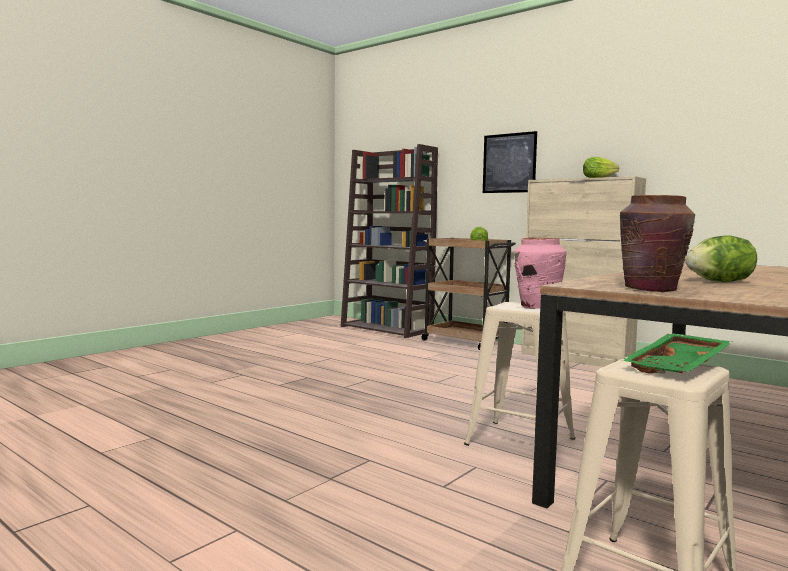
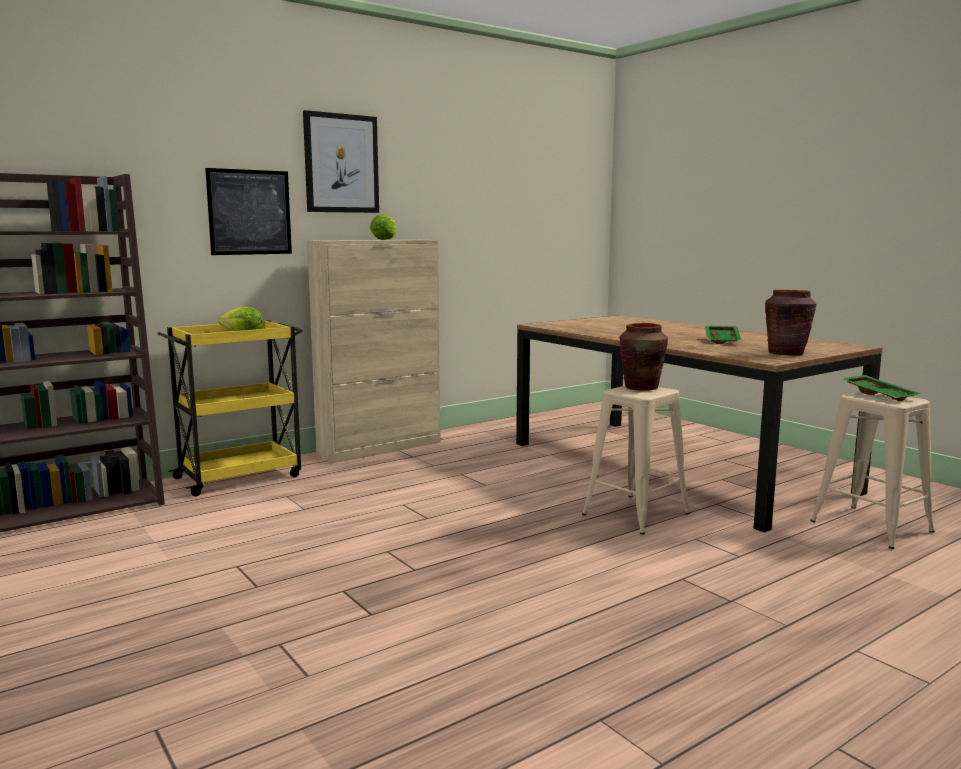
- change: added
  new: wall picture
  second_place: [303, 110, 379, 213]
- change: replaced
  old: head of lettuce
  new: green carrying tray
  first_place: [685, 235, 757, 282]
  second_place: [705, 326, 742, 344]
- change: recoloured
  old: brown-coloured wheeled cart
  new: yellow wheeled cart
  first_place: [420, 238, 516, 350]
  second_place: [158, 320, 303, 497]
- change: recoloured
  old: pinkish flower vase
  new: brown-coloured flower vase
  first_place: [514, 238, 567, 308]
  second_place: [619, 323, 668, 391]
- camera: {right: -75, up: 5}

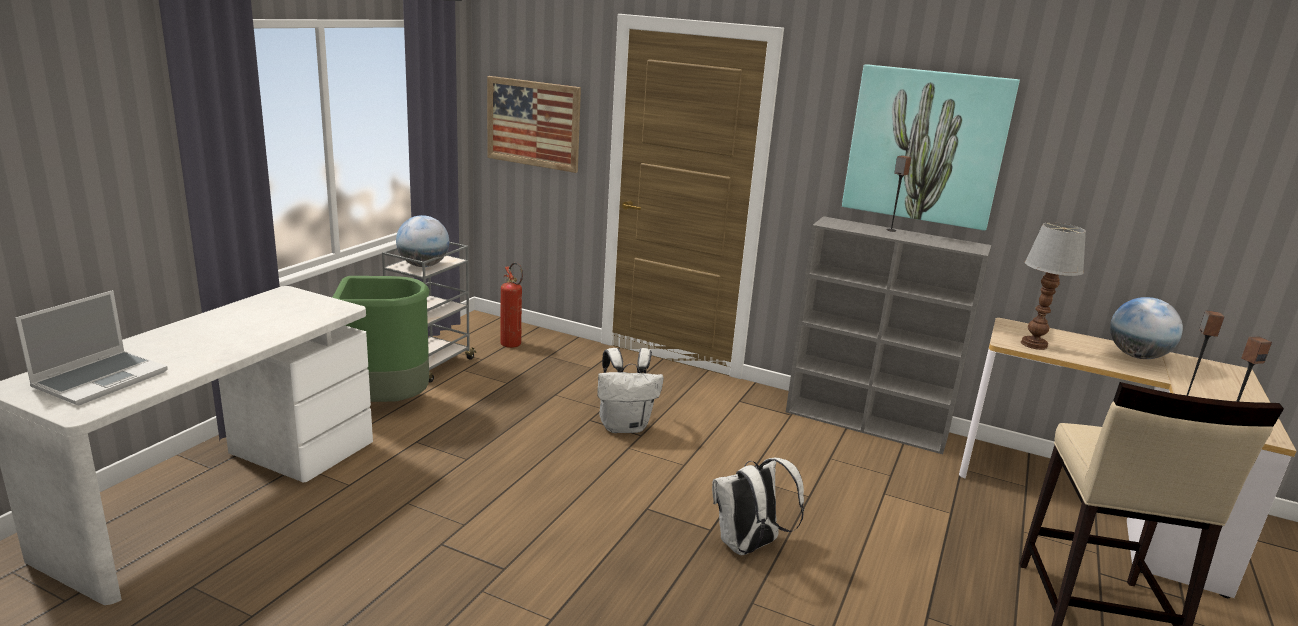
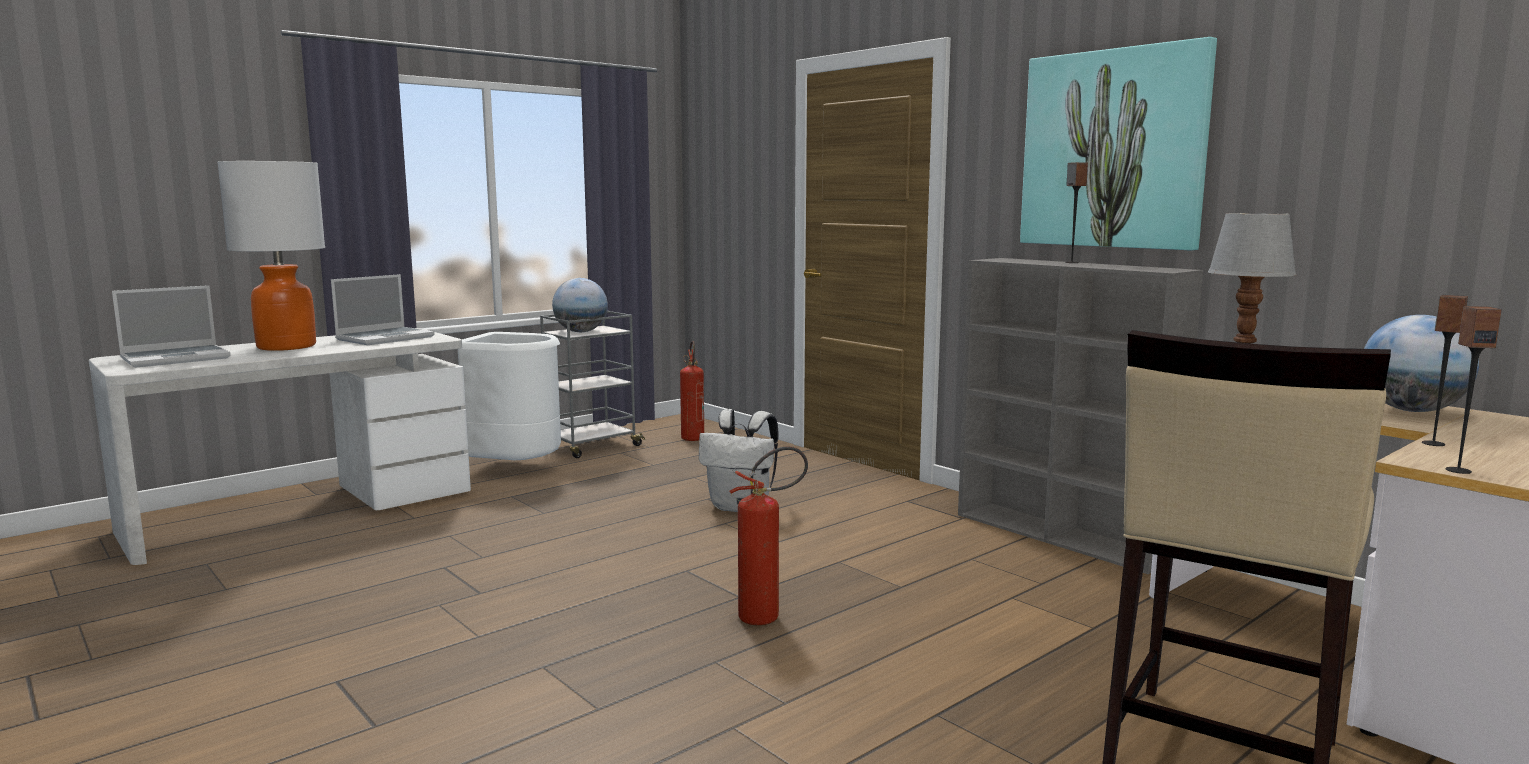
- change: removed
  old: wall picture
  first_place: [487, 76, 581, 173]
- change: added
  new: table lamp
  second_place: [217, 161, 325, 351]
- change: added
  new: notebook computer
  second_place: [331, 274, 434, 345]
- change: replaced
  old: white-coloured backpack
  new: extinguisher
  first_place: [712, 458, 804, 555]
  second_place: [730, 446, 808, 625]
- change: recoloured
  old: green waste bin
  new: white-coloured waste bin
  first_place: [332, 276, 430, 402]
  second_place: [458, 332, 561, 460]
- camera: {right: 25, up: -10}

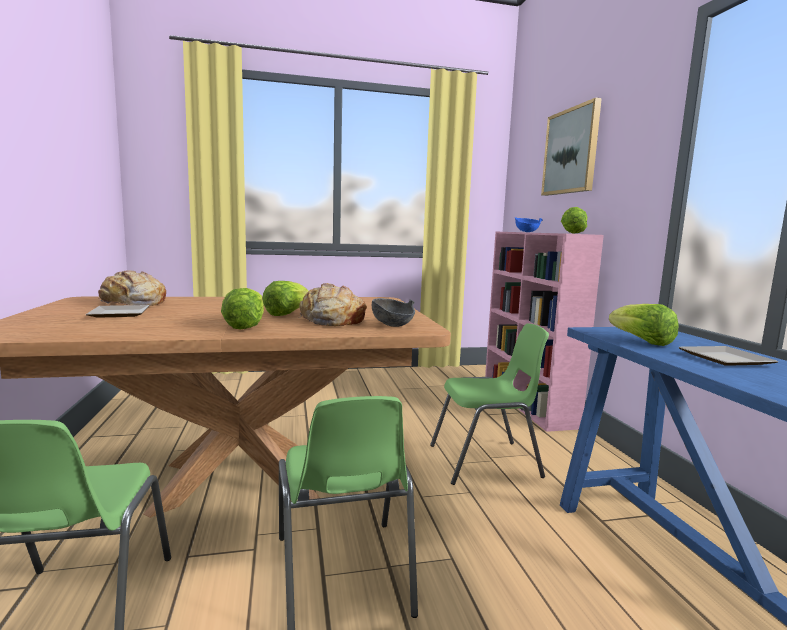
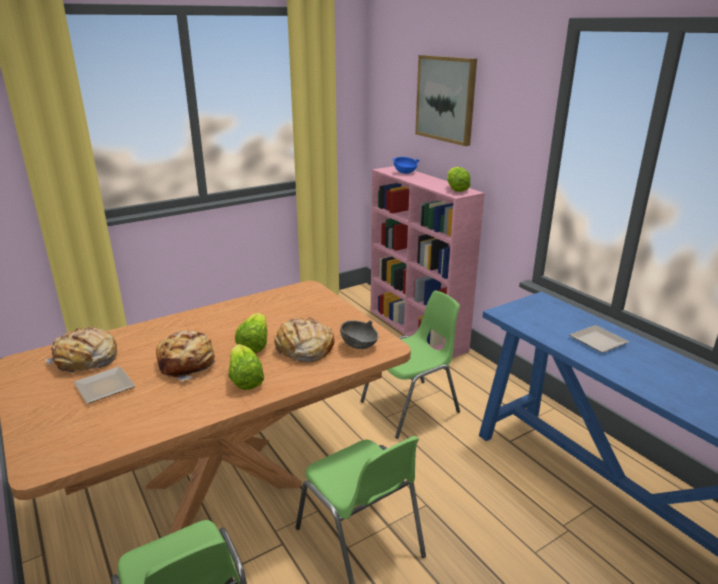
- change: removed
  old: head of lettuce
  first_place: [609, 304, 679, 346]
- change: added
  new: baked bread
  second_place: [156, 330, 217, 381]
- camera: {right: -20, up: 15}

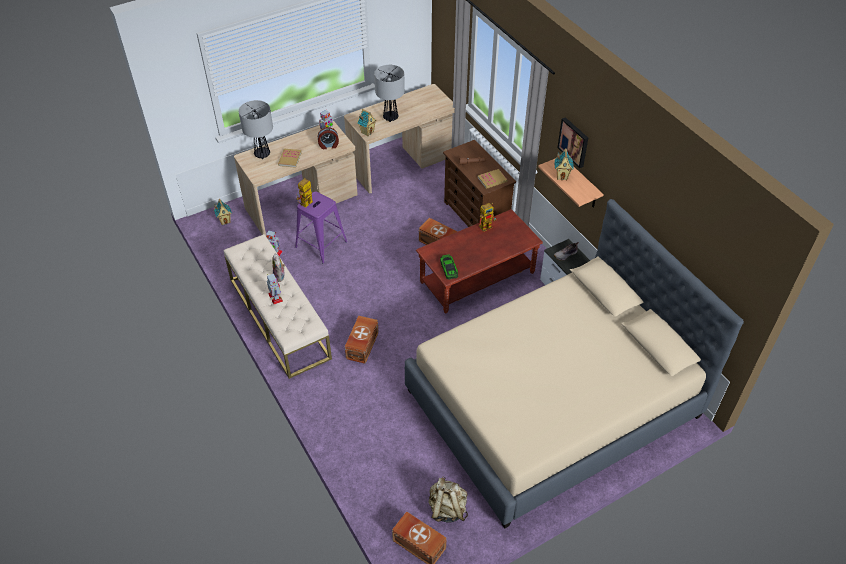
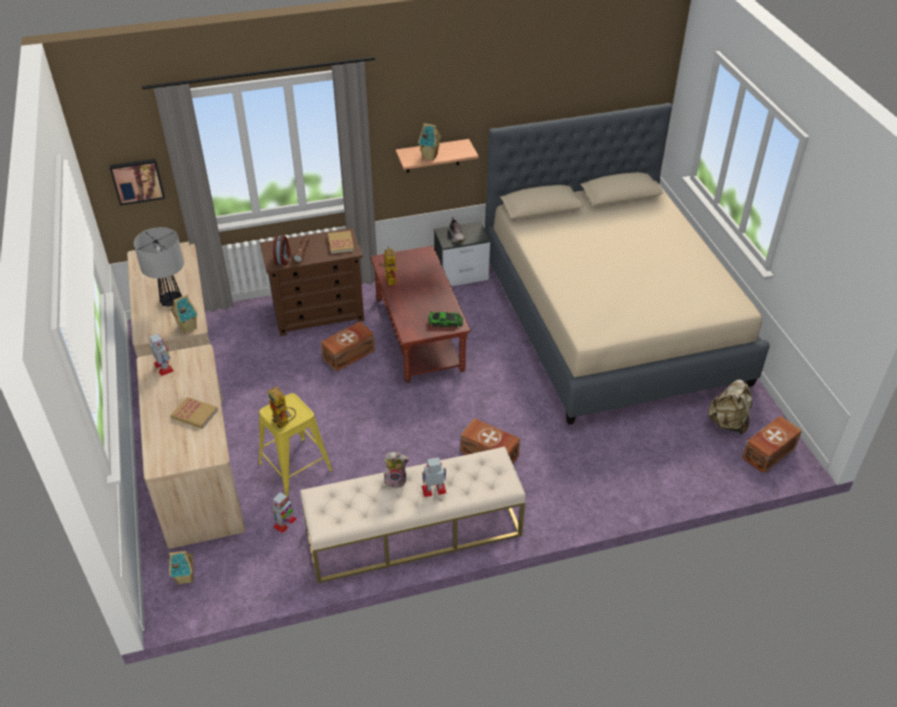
- change: removed
  old: table lamp
  first_place: [239, 100, 273, 159]
- change: moved
  old: bedside clock
  first_place: [318, 127, 339, 149]
  second_place: [273, 235, 291, 265]
- change: moved
  old: wall picture
  first_place: [557, 117, 588, 168]
  second_place: [110, 159, 165, 205]
- change: recoloured
  old: purple sitting stool
  new: yellow sitting stool
  first_place: [295, 191, 347, 263]
  second_place: [259, 393, 333, 497]
- camera: {right: -75, up: -5}

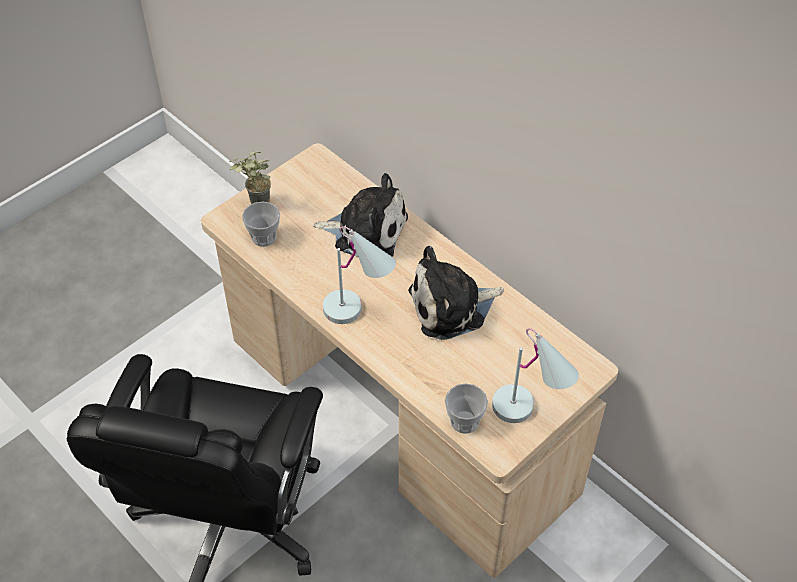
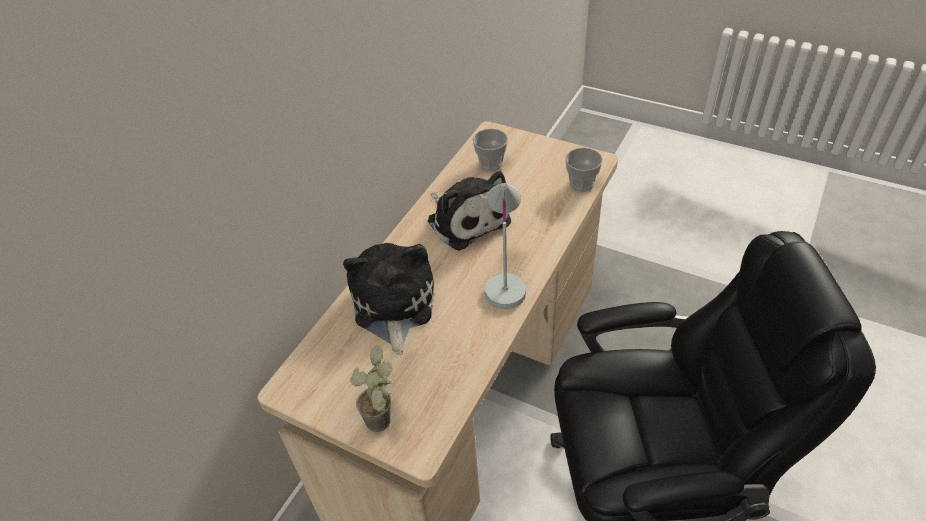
- change: removed
  old: white-coloured table lamp
  first_place: [492, 328, 579, 423]
- change: moved
  old: small cup
  first_place: [242, 202, 280, 247]
  second_place: [473, 129, 508, 171]
- camera: {right: -105, up: -5}

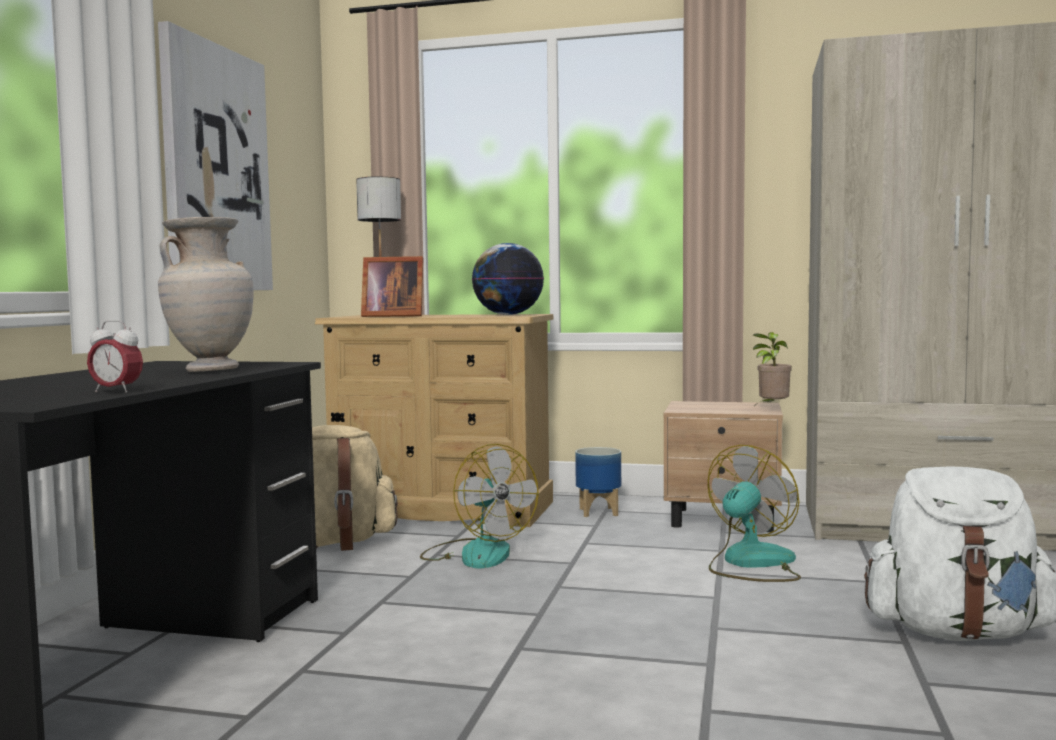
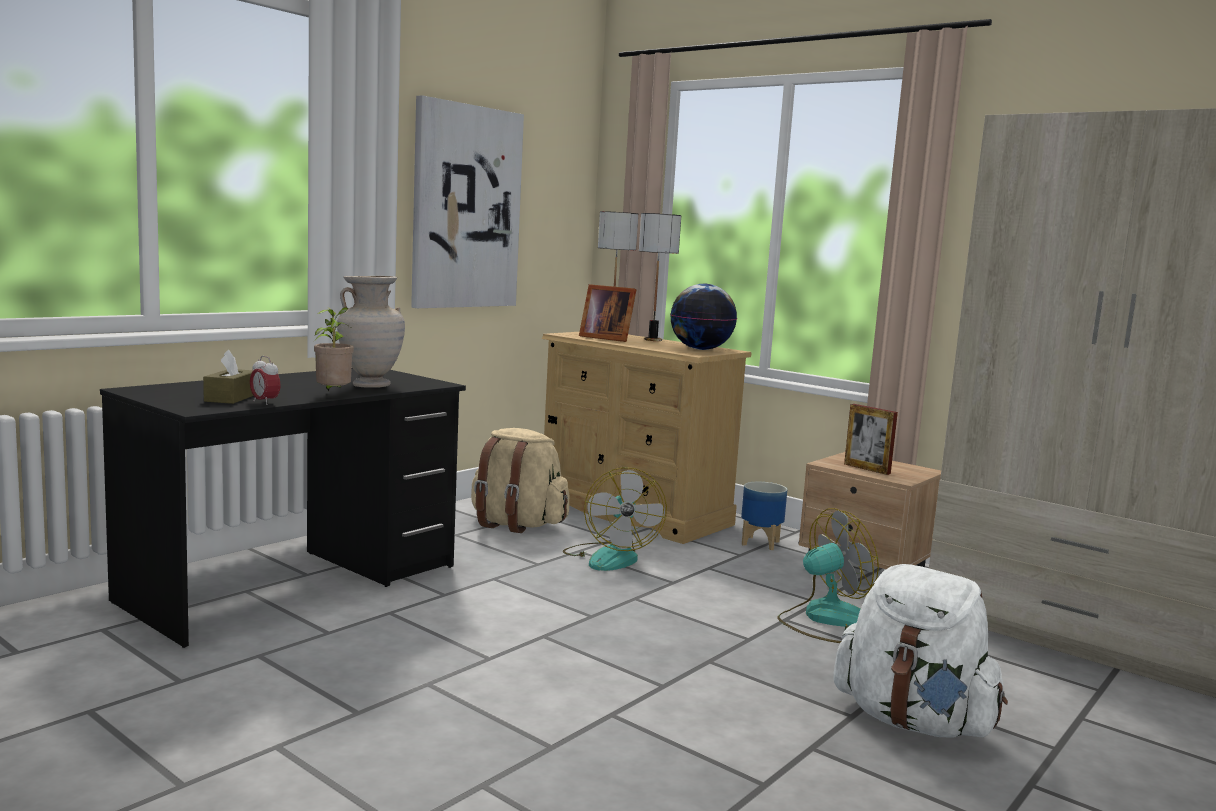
- change: added
  new: brown-coloured tissue holder
  second_place: [203, 350, 254, 404]
- change: added
  new: table lamp
  second_place: [639, 213, 681, 341]
- change: added
  new: picture frame
  second_place: [844, 404, 898, 475]
- change: moved
  old: plant in a pot
  first_place: [753, 332, 792, 403]
  second_place: [313, 307, 354, 391]
- camera: {right: 25, up: 5}

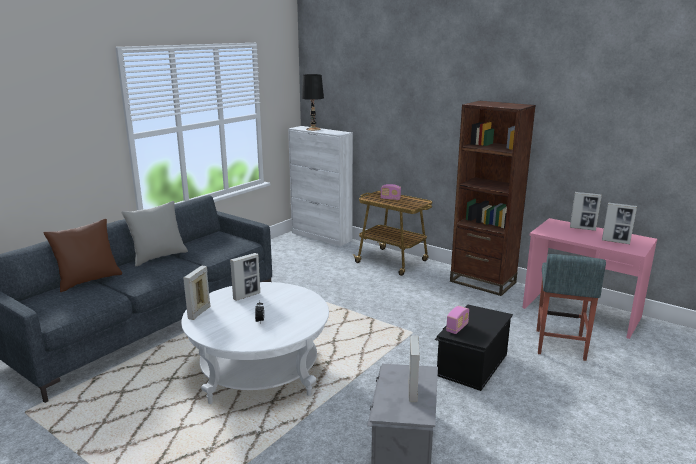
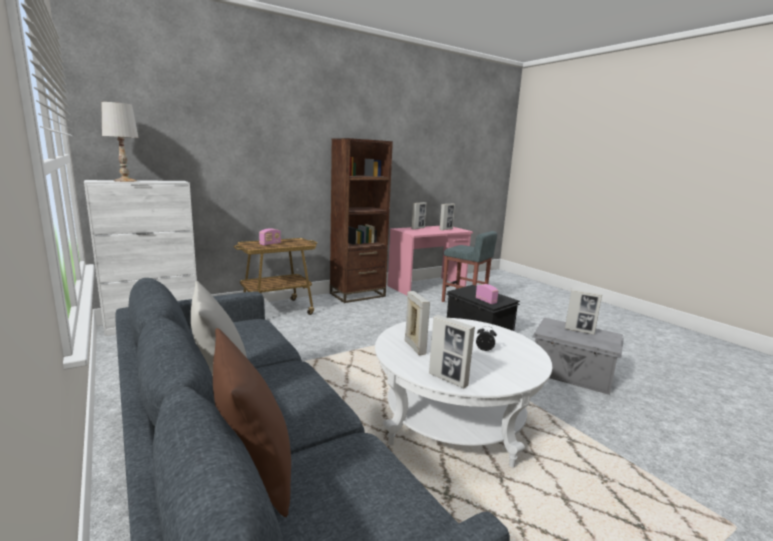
- change: recoloured
  old: blackish table lamp
  new: white-coloured table lamp
  first_place: [301, 74, 324, 131]
  second_place: [101, 102, 139, 182]
- camera: {right: -70, up: -5}

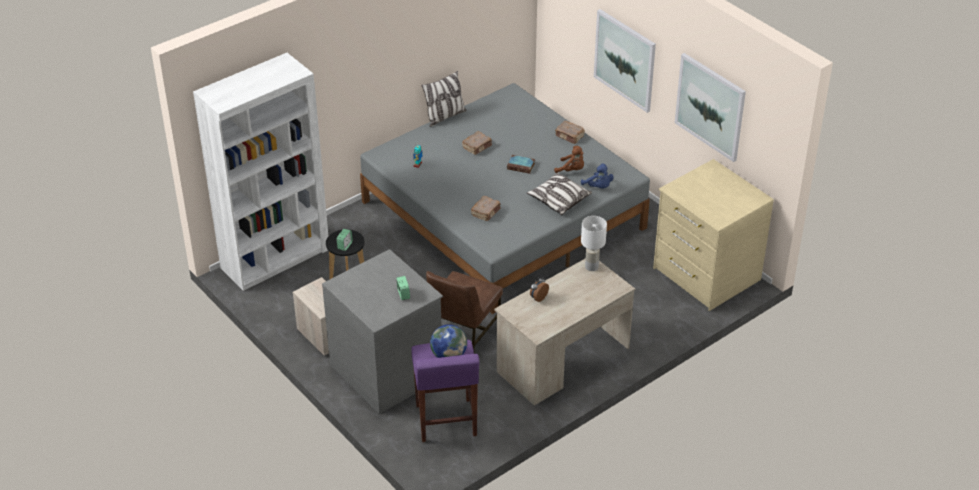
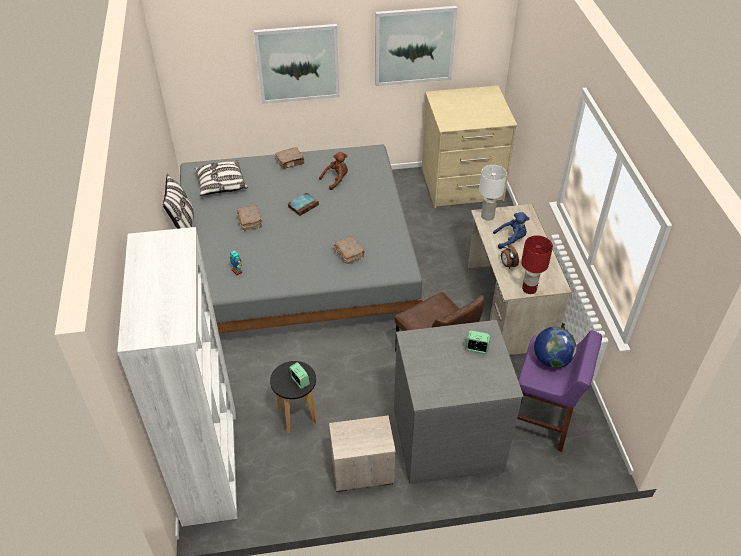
- change: added
  new: reddish table lamp
  second_place: [521, 235, 553, 294]
- change: moved
  old: throw pillow
  first_place: [527, 172, 592, 215]
  second_place: [194, 160, 248, 196]
- change: moved
  old: bluish cuddly toy
  first_place: [581, 163, 614, 189]
  second_place: [493, 212, 529, 249]
- camera: {right: -60, up: 5}

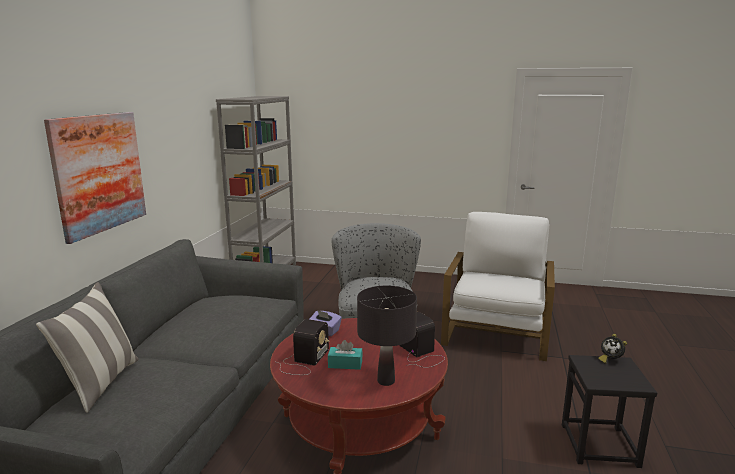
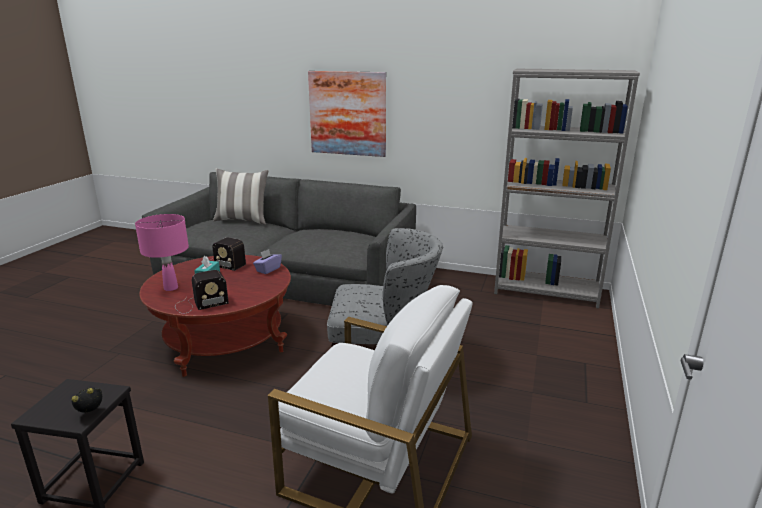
- change: recoloured
  old: blackish table lamp
  new: pinkish table lamp
  first_place: [357, 286, 417, 386]
  second_place: [135, 214, 189, 291]
- camera: {right: 95, up: 5}

